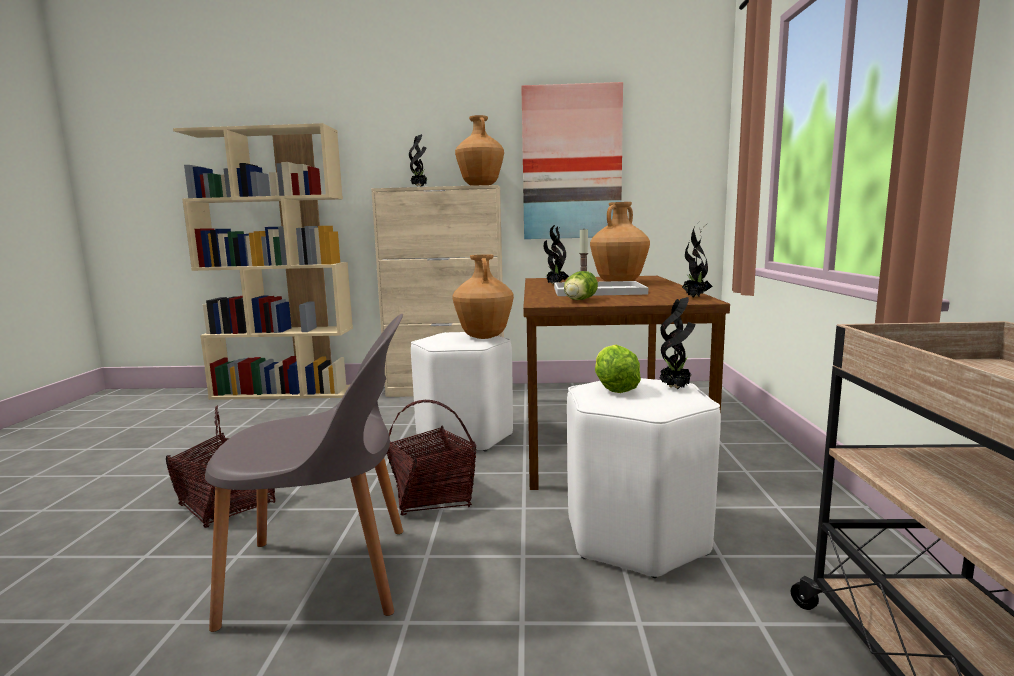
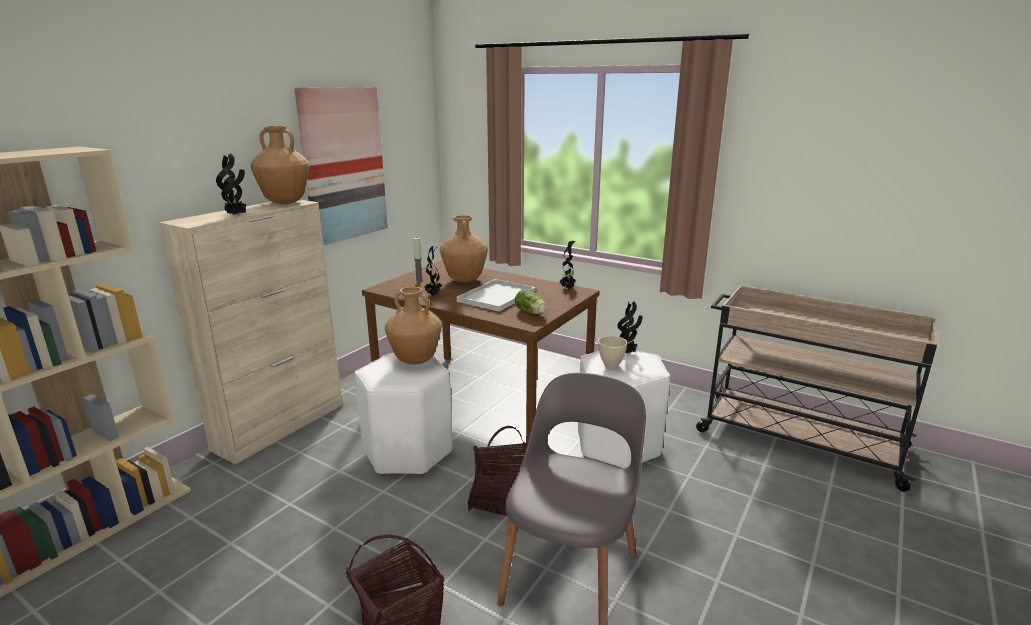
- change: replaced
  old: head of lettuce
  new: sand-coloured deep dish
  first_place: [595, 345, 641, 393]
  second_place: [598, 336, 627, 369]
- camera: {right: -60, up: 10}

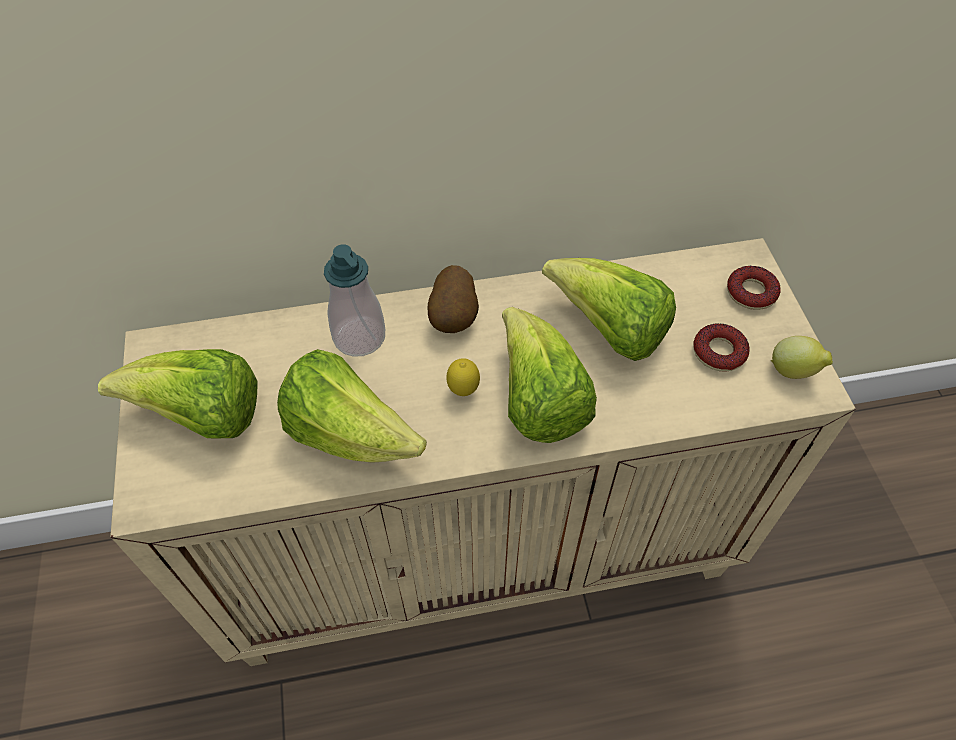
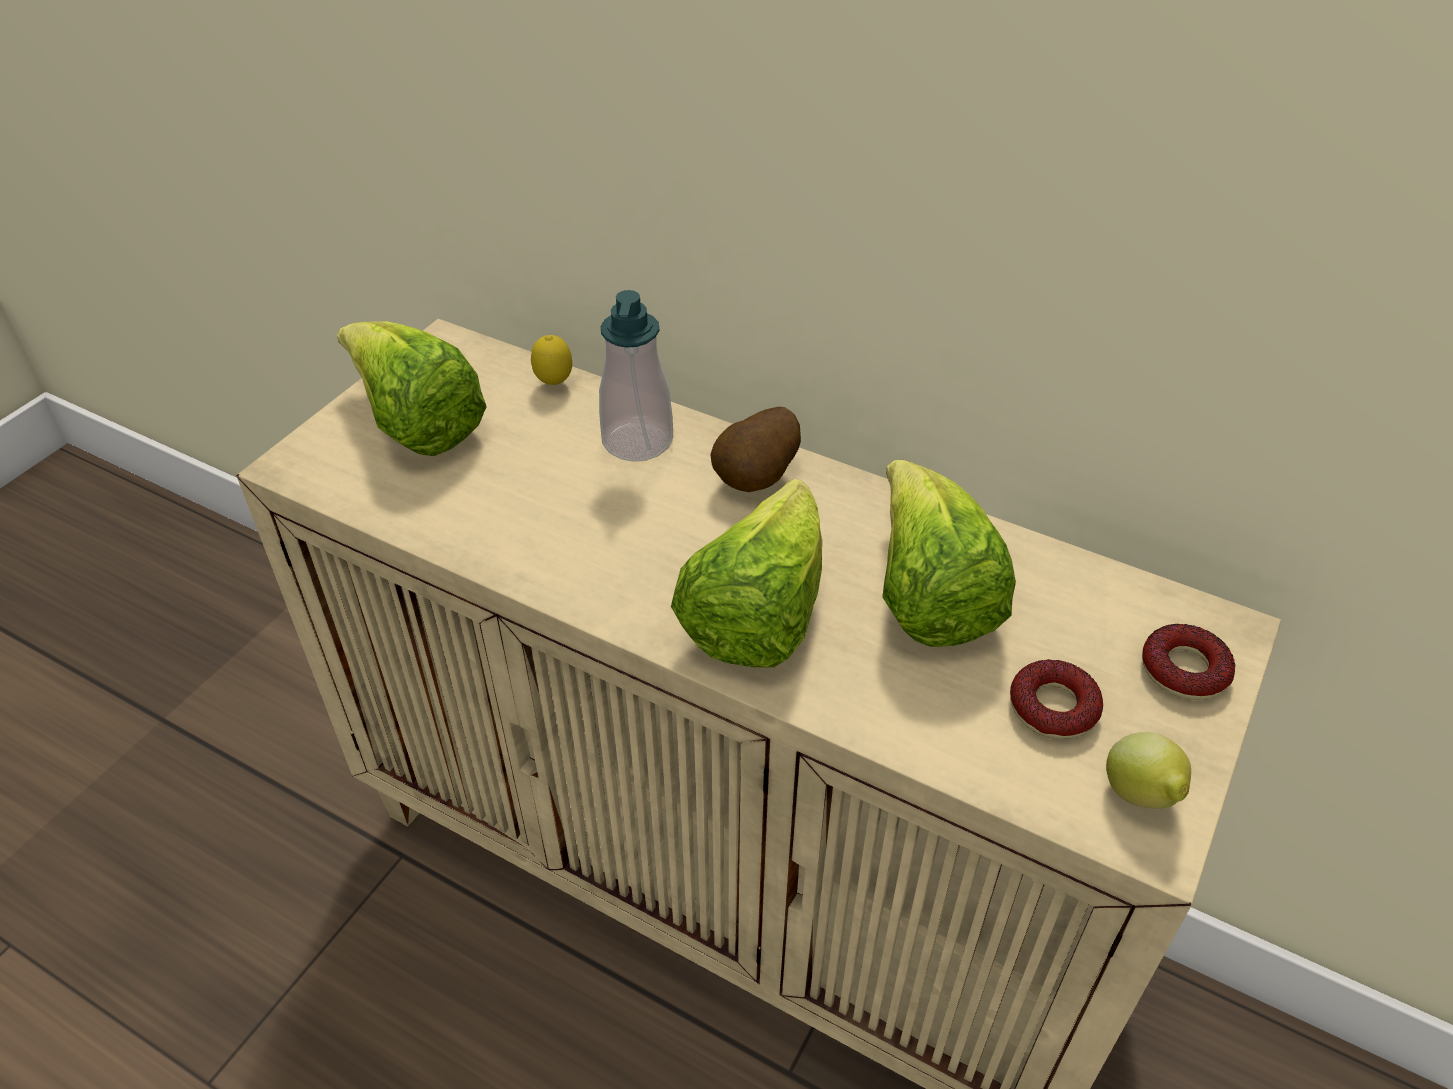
- change: removed
  old: head of lettuce
  first_place: [277, 349, 427, 463]
- change: moved
  old: lemon
  first_place: [446, 358, 480, 396]
  second_place: [531, 335, 572, 385]
- camera: {right: 40, up: -10}

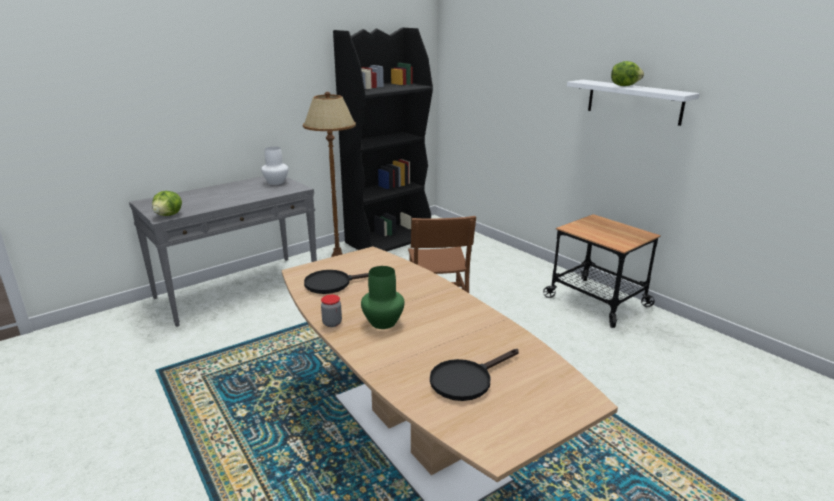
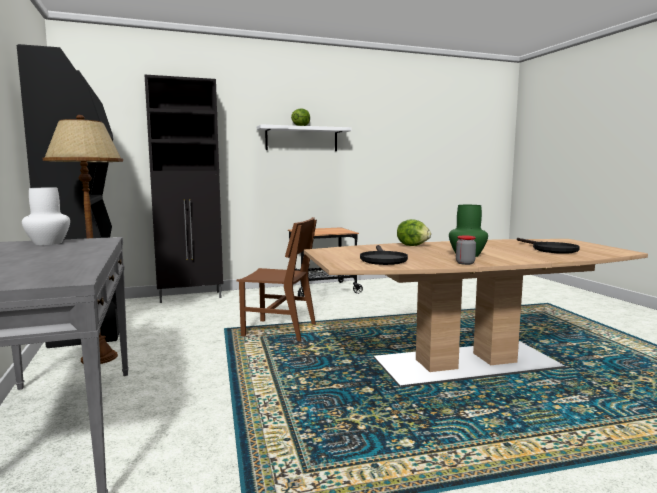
- change: added
  new: blackish storage cabinet
  second_place: [144, 74, 223, 303]
- change: moved
  old: head of lettuce
  first_place: [152, 191, 182, 216]
  second_place: [397, 219, 431, 246]
- camera: {right: -70, up: -15}

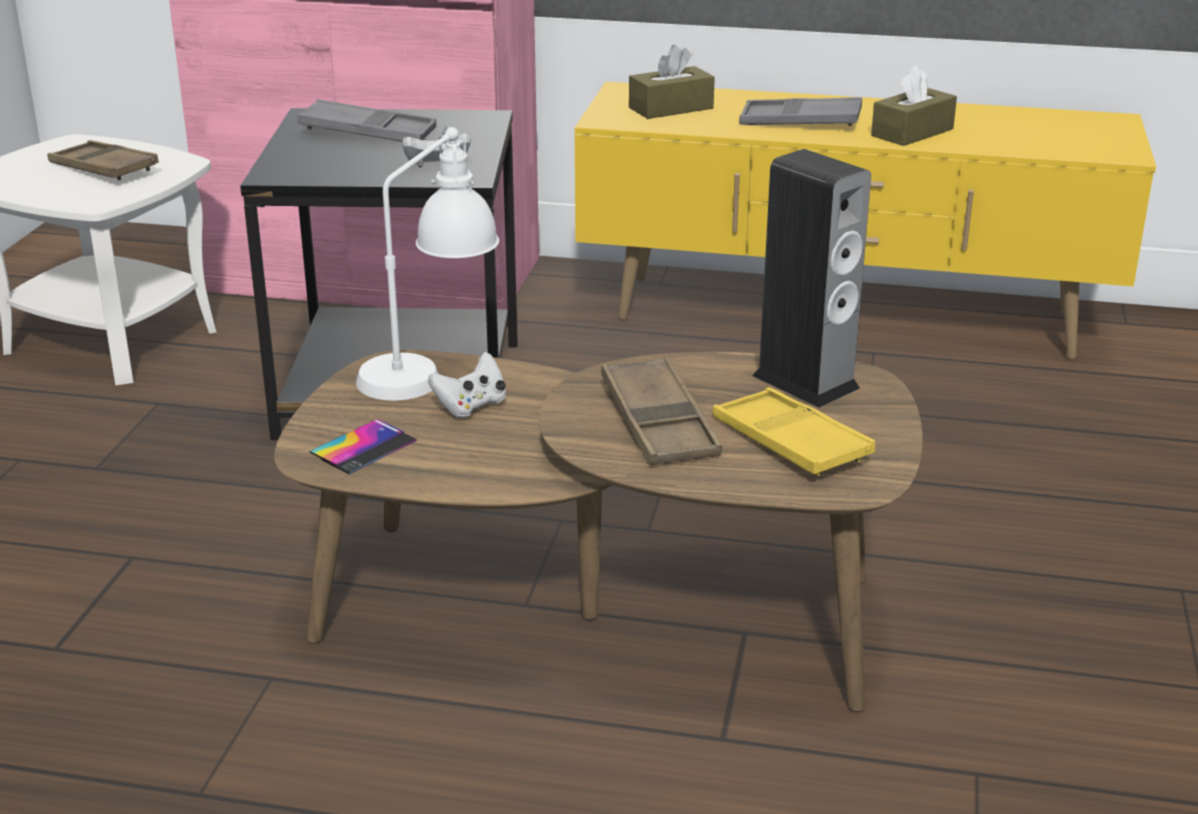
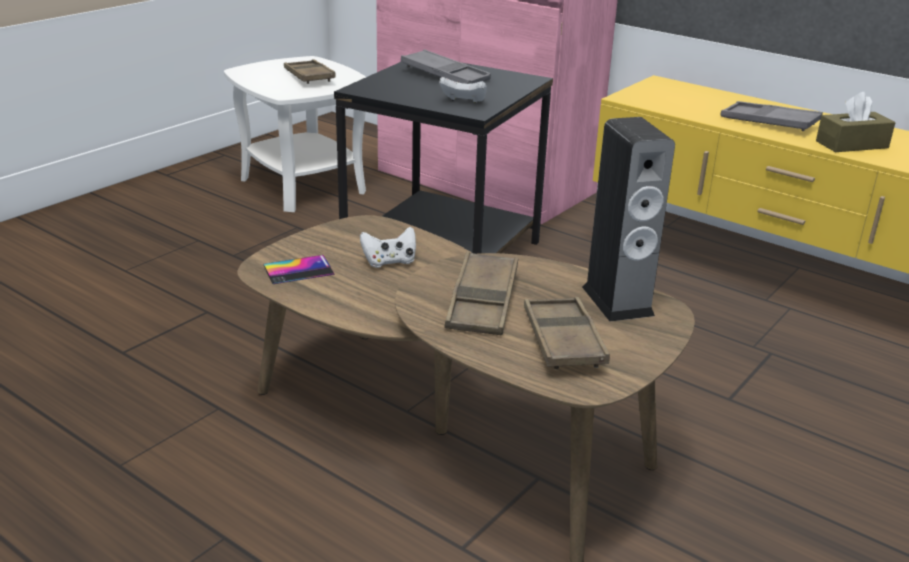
- change: removed
  old: white-coloured table lamp
  first_place: [356, 126, 499, 401]
- change: removed
  old: brown-coloured tissue holder
  first_place: [629, 45, 715, 119]
- change: recoloured
  old: yellow carrying tray
  new: brown-coloured carrying tray
  first_place: [712, 387, 875, 476]
  second_place: [524, 297, 610, 369]
- camera: {right: 25, up: 0}

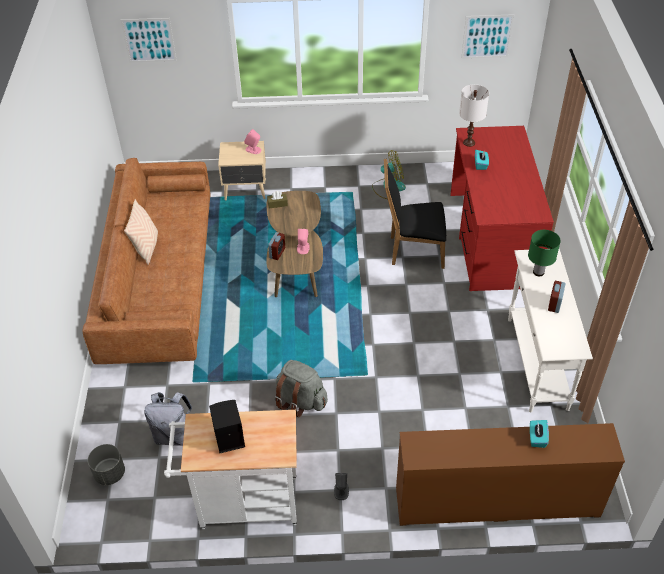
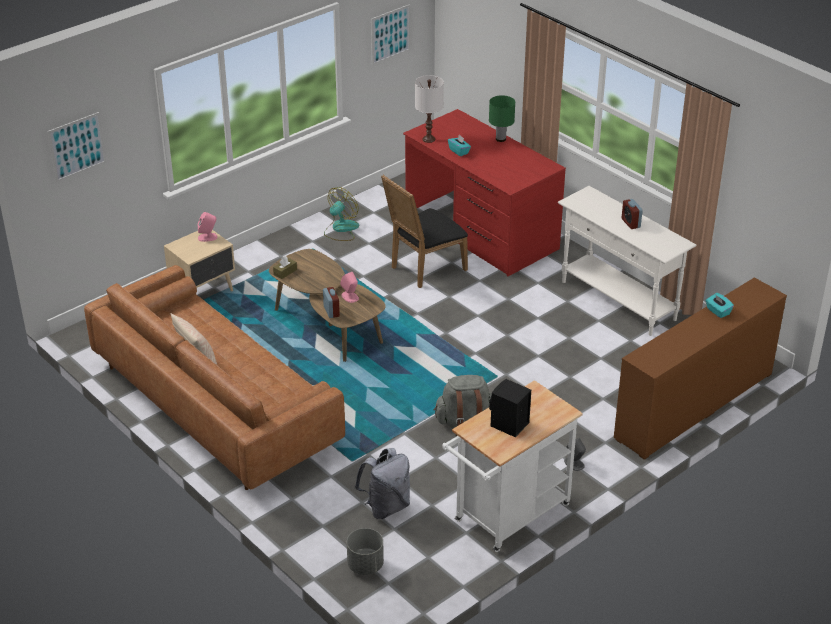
- change: moved
  old: green table lamp
  first_place: [528, 230, 561, 276]
  second_place: [489, 95, 515, 142]
- camera: {right: -40, up: -10}

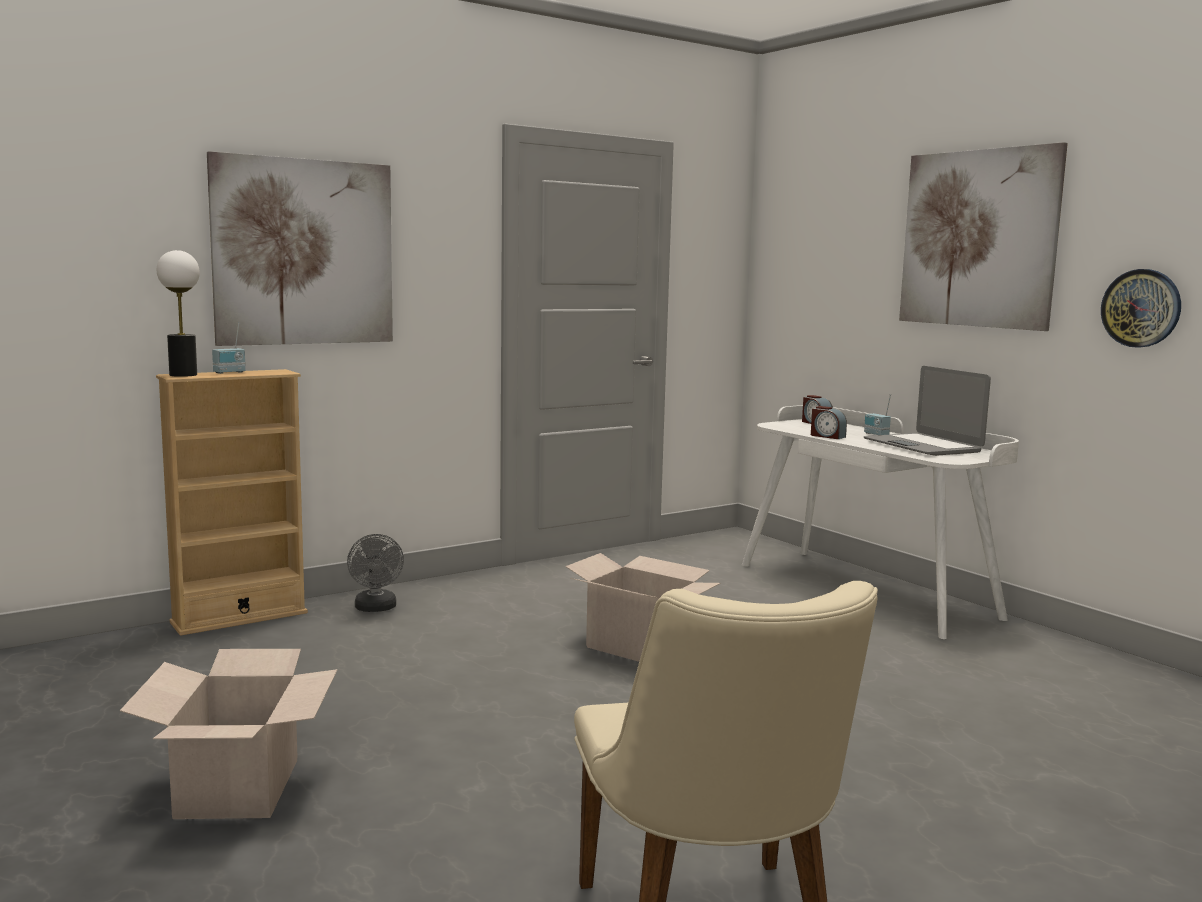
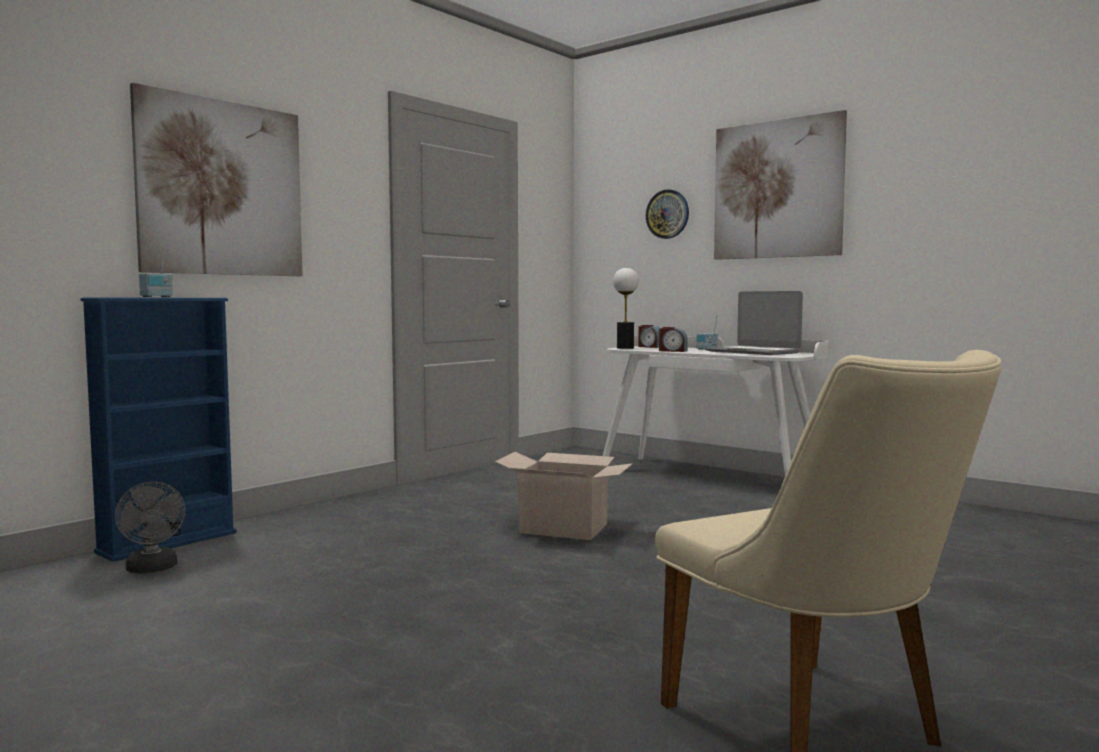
- change: removed
  old: cardboard box
  first_place: [120, 649, 337, 819]
- change: moved
  old: table lamp
  first_place: [157, 250, 200, 377]
  second_place: [613, 268, 639, 349]
- change: moved
  old: greyish fan
  first_place: [347, 534, 404, 612]
  second_place: [115, 482, 186, 574]
- change: moved
  old: wall clock
  first_place: [1101, 269, 1181, 348]
  second_place: [646, 189, 689, 239]
- change: recoloured
  old: sand-coloured bookshelf
  new: bluish bookshelf
  first_place: [156, 369, 308, 636]
  second_place: [81, 297, 237, 562]
- camera: {right: -15, up: -5}

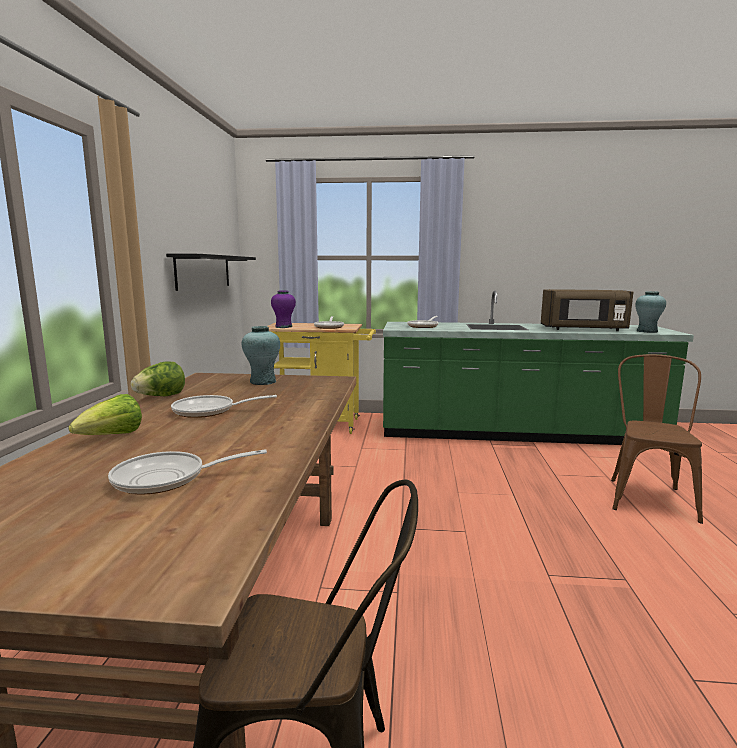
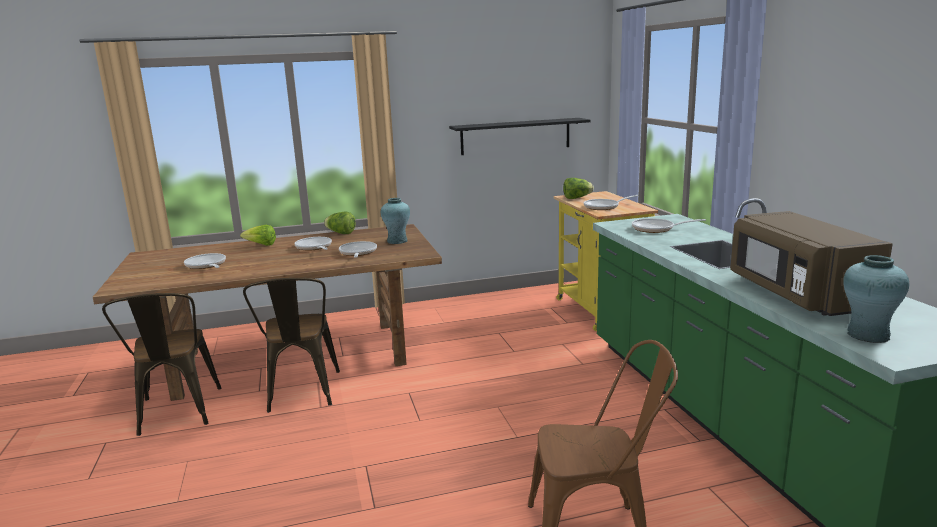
- change: added
  new: brown-coloured upright chair
  second_place: [243, 278, 340, 413]
- change: added
  new: skillet
  second_place: [339, 241, 377, 258]
- change: replaced
  old: purple flower vase
  new: head of lettuce
  first_place: [271, 291, 296, 328]
  second_place: [563, 178, 594, 199]
- camera: {right: 70, up: 5}

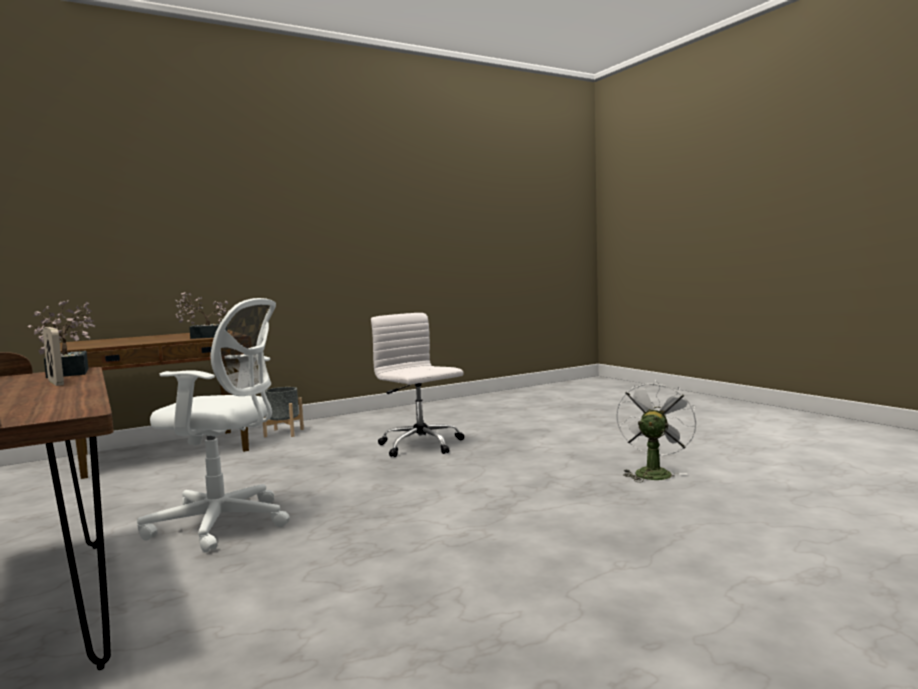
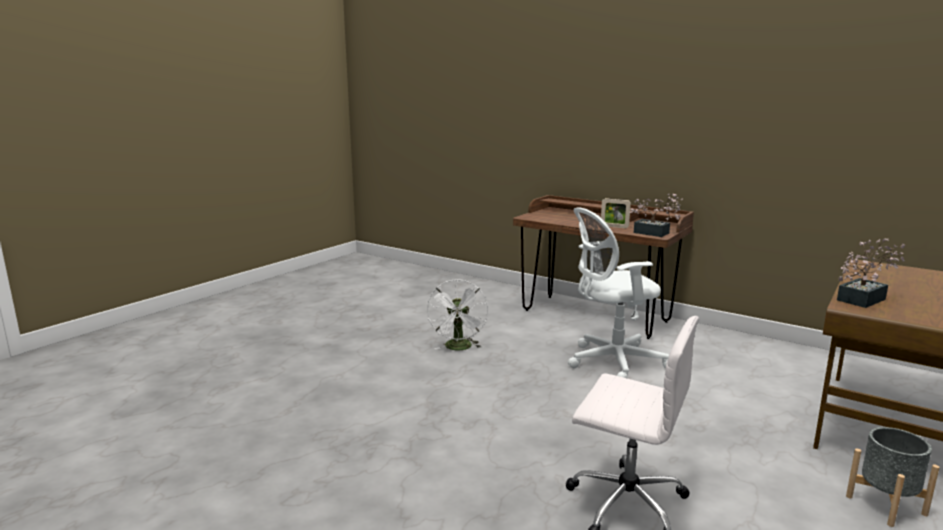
- change: moved
  old: white-coloured fan
  first_place: [616, 379, 696, 482]
  second_place: [427, 279, 488, 351]
- camera: {right: 155, up: 10}

